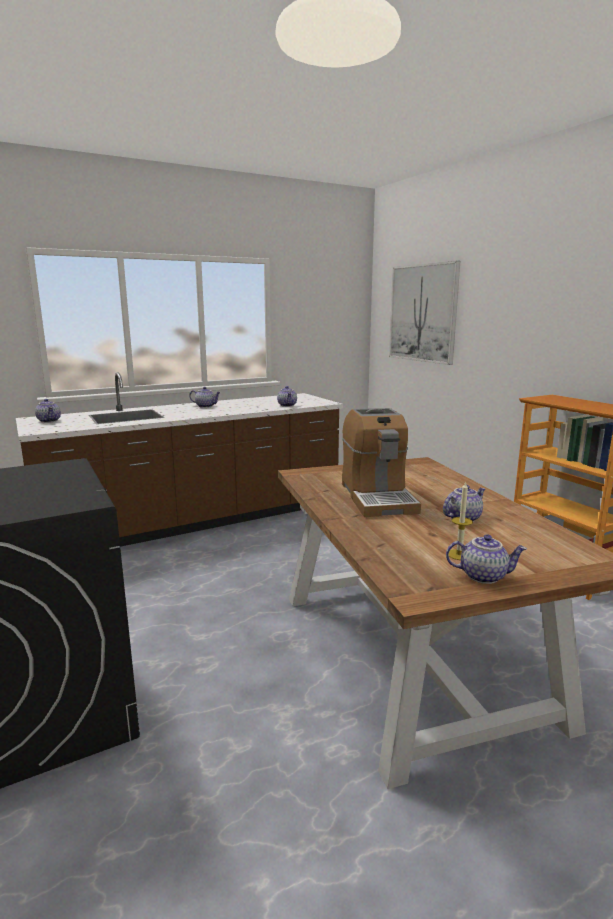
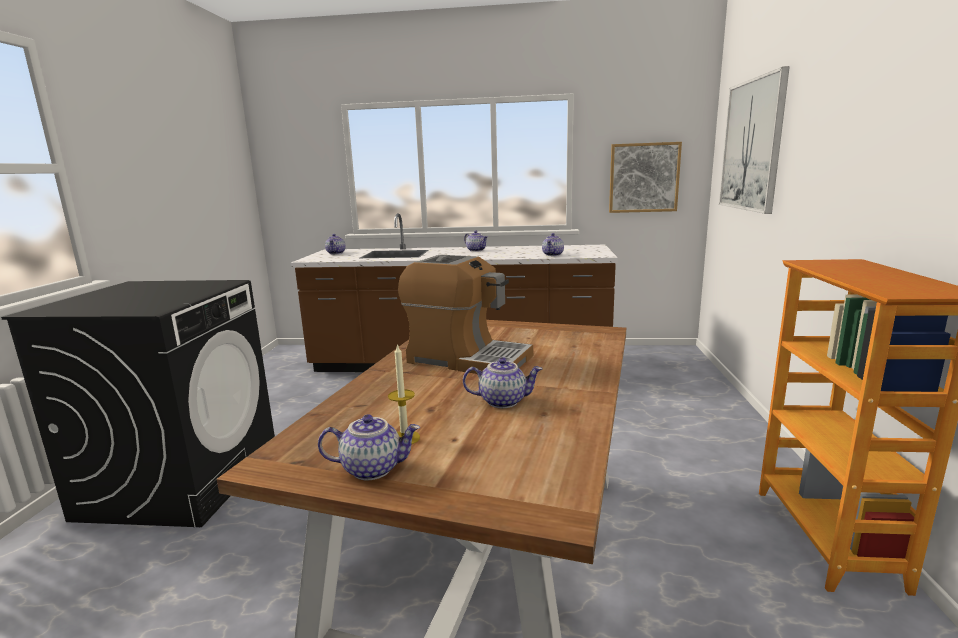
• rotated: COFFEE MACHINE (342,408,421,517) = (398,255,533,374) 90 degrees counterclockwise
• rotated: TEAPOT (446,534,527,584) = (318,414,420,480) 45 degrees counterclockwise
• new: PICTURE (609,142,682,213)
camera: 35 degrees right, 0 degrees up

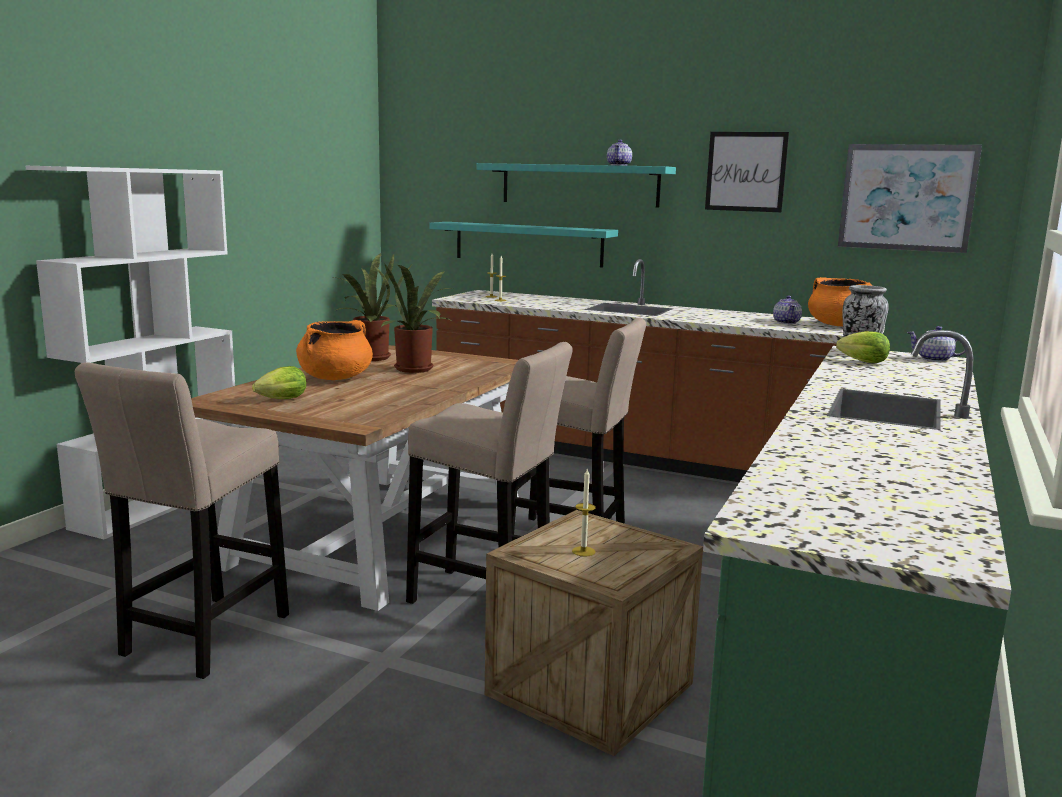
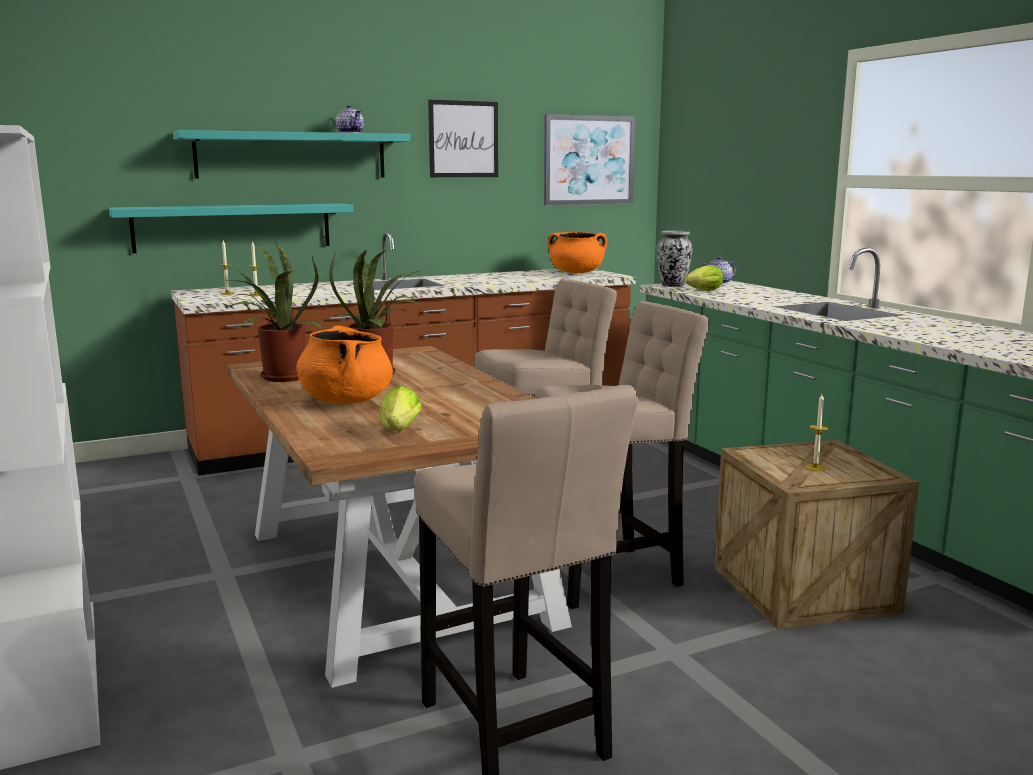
• gone: TEAPOT (773,296,802,324)
camera: 50 degrees left, 0 degrees up

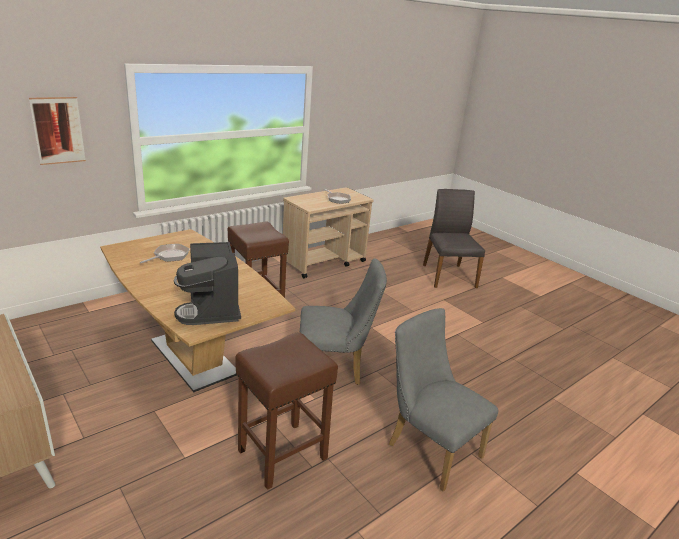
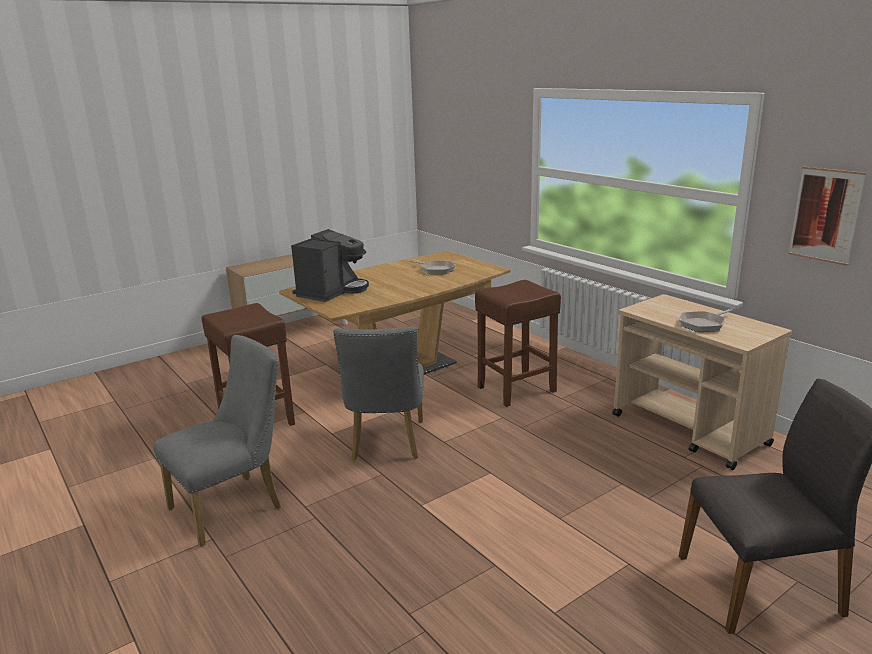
• shifted: PICTURE (29,97,86,165) to (788,166,866,266)
• rotated: COFFEE MACHINE (174,242,241,325) = (291,229,369,302) 135 degrees clockwise
camera: 95 degrees right, 5 degrees down

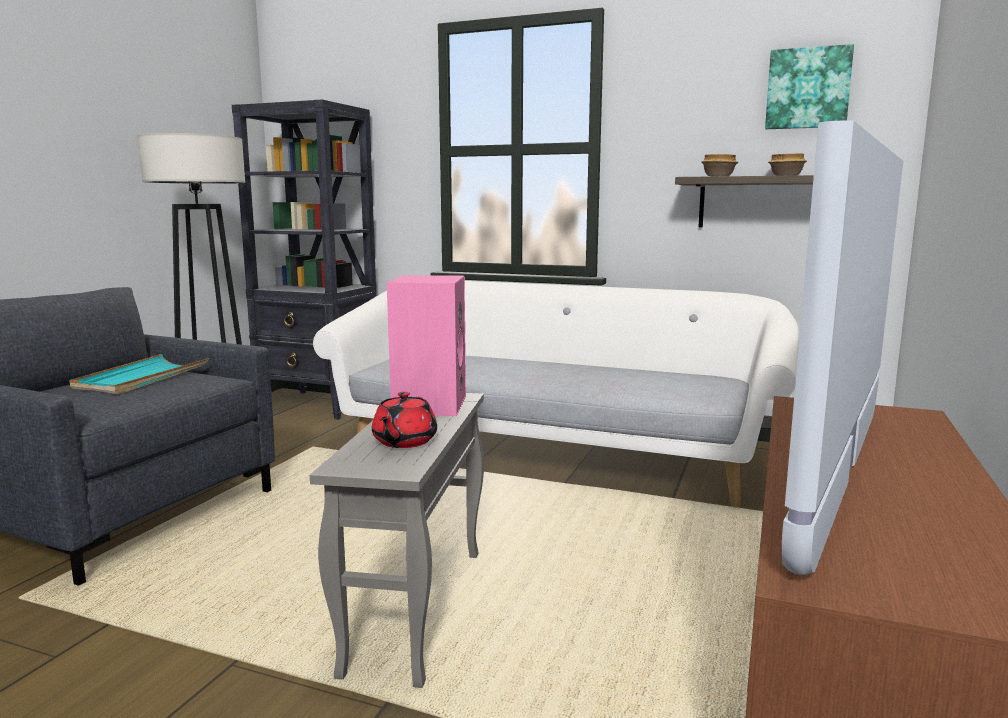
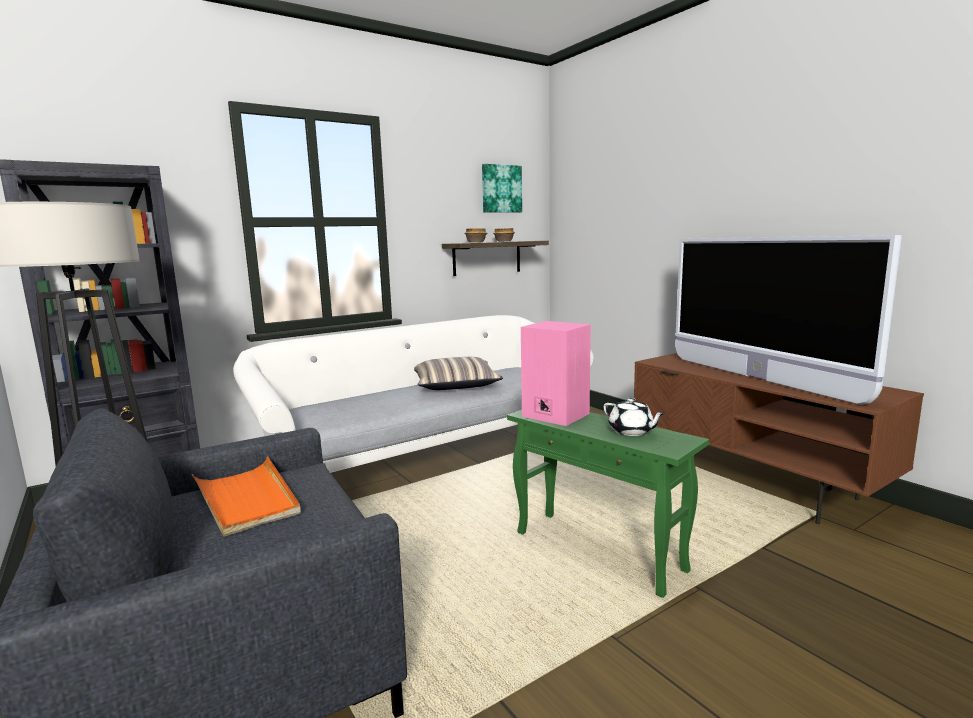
• repainted: TURQUOISE TRAY (69,354,209,394) to ORANGE TRAY (192,457,301,537)
• repainted: RED TEAPOT (372,392,437,448) to WHITE TEAPOT (604,398,666,436)
• repainted: GREY SIDE TABLE (310,393,484,688) to GREEN SIDE TABLE (507,410,709,598)
• new: PILLOW (414,357,503,390)
camera: 55 degrees left, 0 degrees up

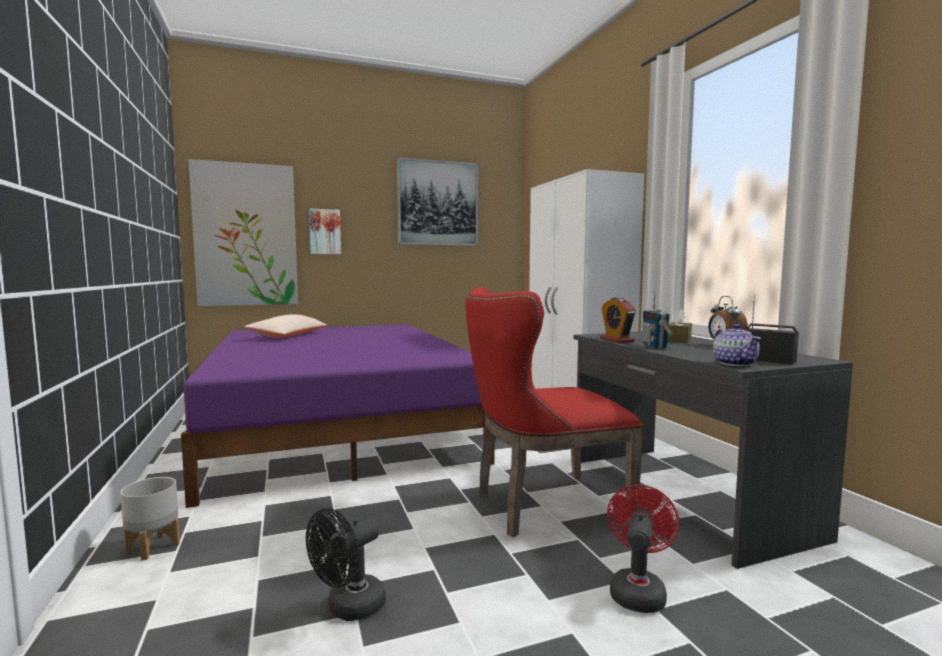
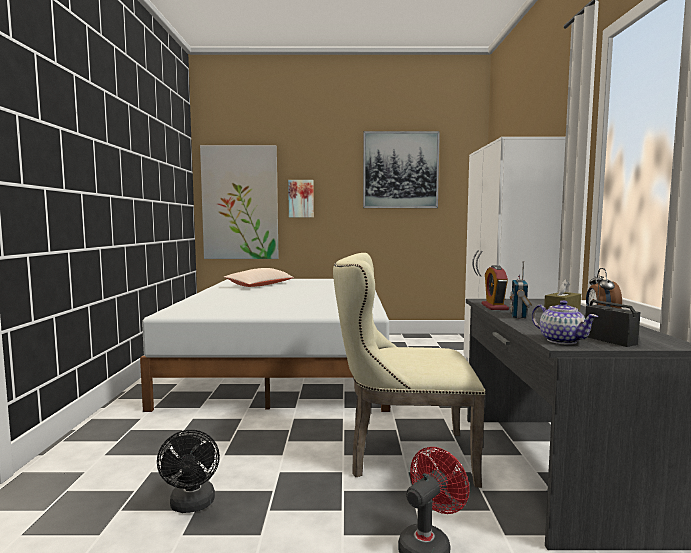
• repainted: RED CHAIR (465,287,643,537) to BEIGE CHAIR (333,253,486,488)
• repainted: PURPLE BED (181,324,495,508) to WHITE BED (140,279,390,412)
• rotated: TEAPOT (713,324,761,366) = (532,300,598,344) 45 degrees counterclockwise
• gone: GREY PLANTER (120,477,180,560)
• rotated: BLACK FAN (306,508,386,621) = (157,430,220,513) 75 degrees counterclockwise
camera: 20 degrees right, 0 degrees up

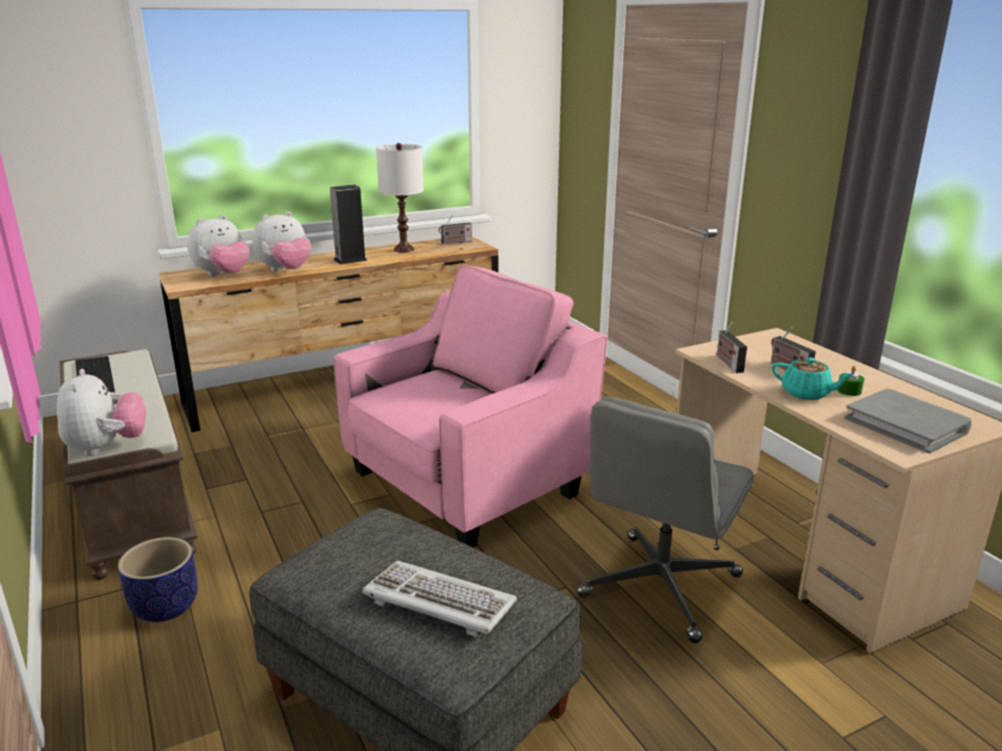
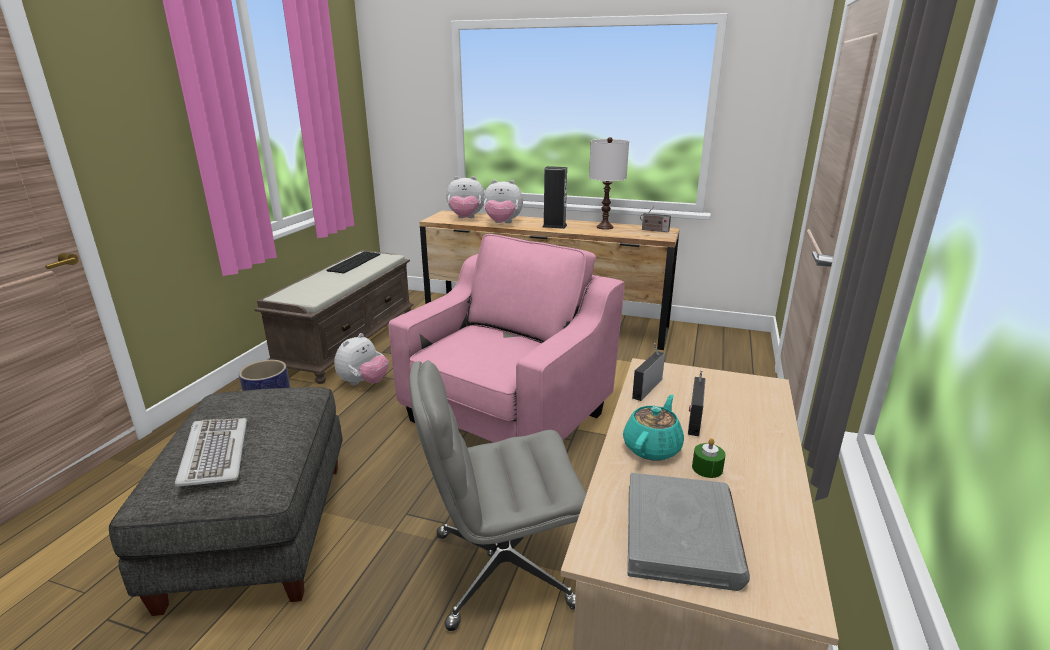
• rotated: PINK ARMCHAIR (333,265,607,548) = (388,234,625,442) 60 degrees counterclockwise
• rotated: TURQUOISE TEAPOT (772,357,854,400) = (623,395,684,461) 135 degrees counterclockwise
• shifted: PLUSH TOY (57,369,146,456) to (334,333,389,386)
camera: 45 degrees right, 0 degrees up

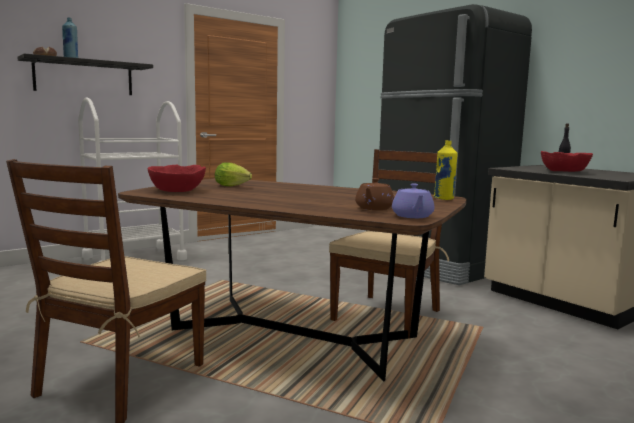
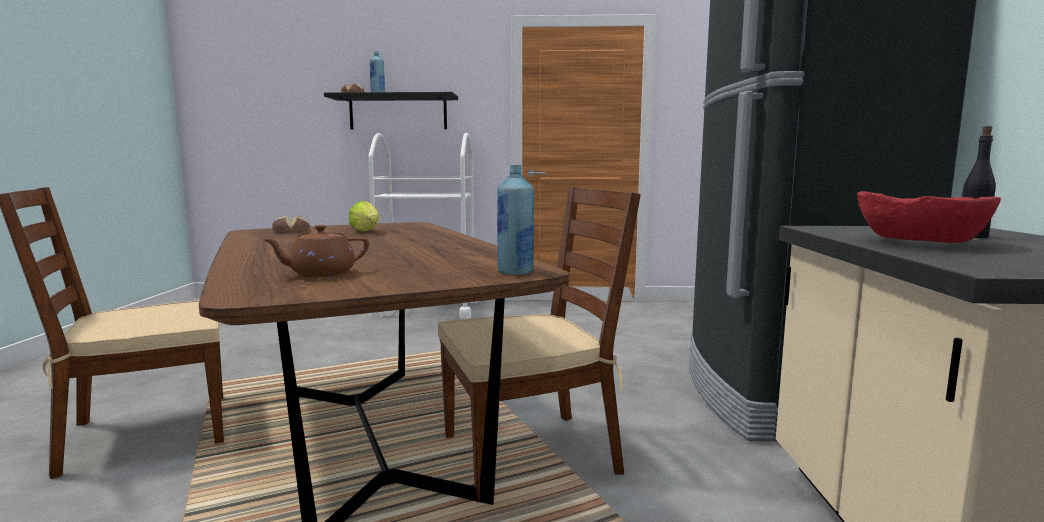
• repainted: YELLOW BOTTLE (434,140,457,200) to BLUE BOTTLE (497,165,534,275)
• swapped: RED BOWL (148,165,206,192) to BREAD (272,216,310,233)
• gone: PURPLE TEAPOT (392,183,434,218)
camera: 40 degrees right, 0 degrees up

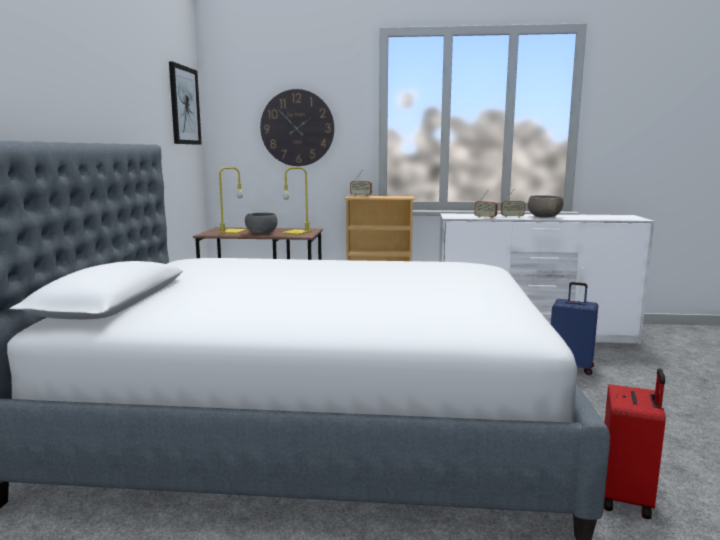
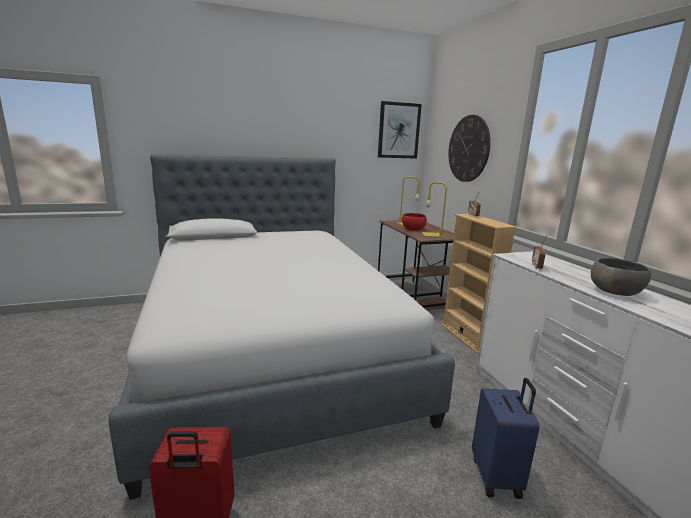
• gone: RADIO (501,190,525,217)
• repainted: GREY BOWL (245,213,278,235) to RED BOWL (402,213,427,231)
camera: 65 degrees right, 5 degrees up

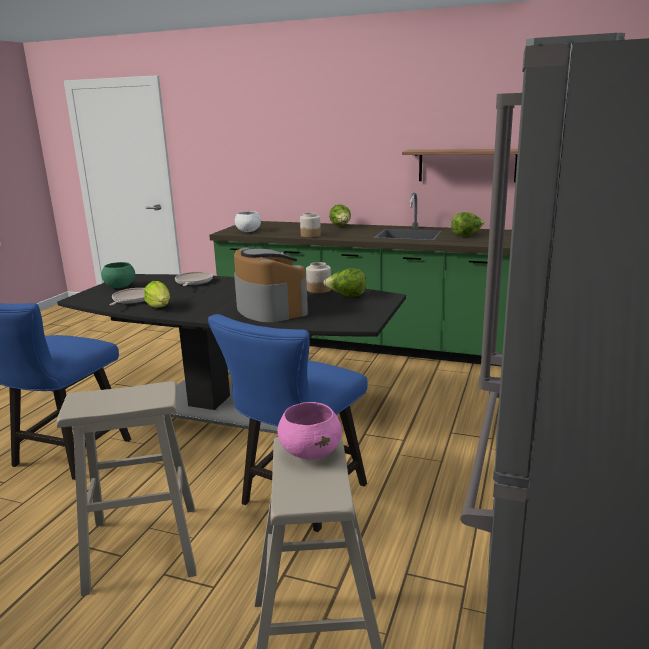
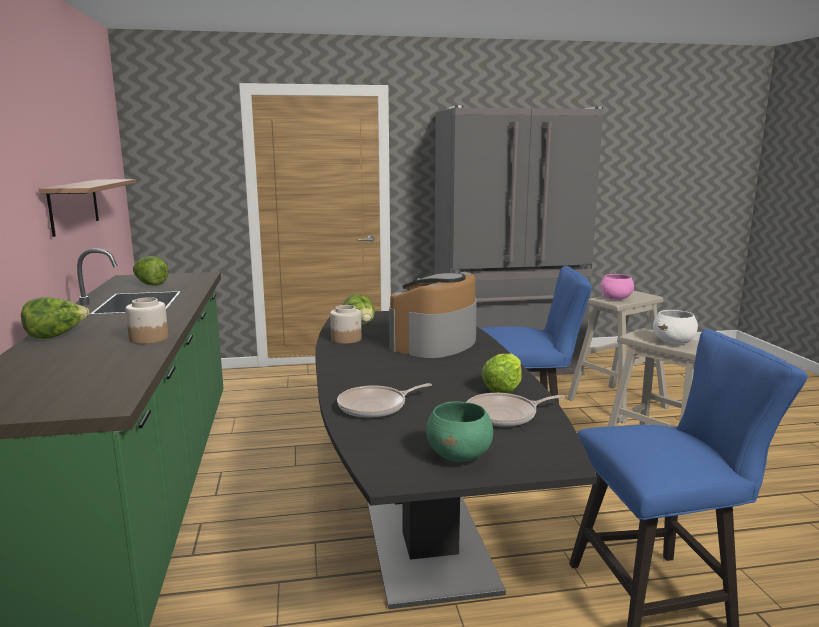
• shifted: WHITE BOWL (235,211,261,232) to (653,310,698,344)
camera: 120 degrees left, 5 degrees down

